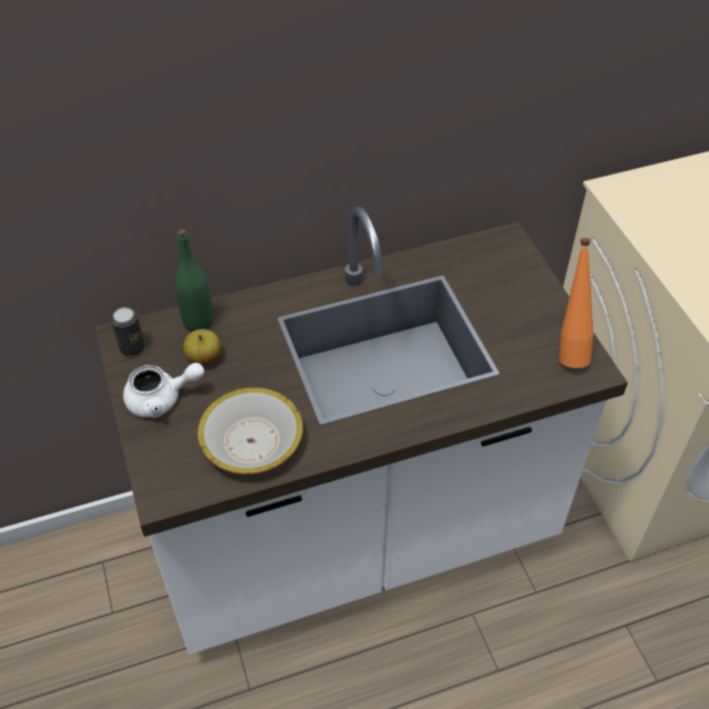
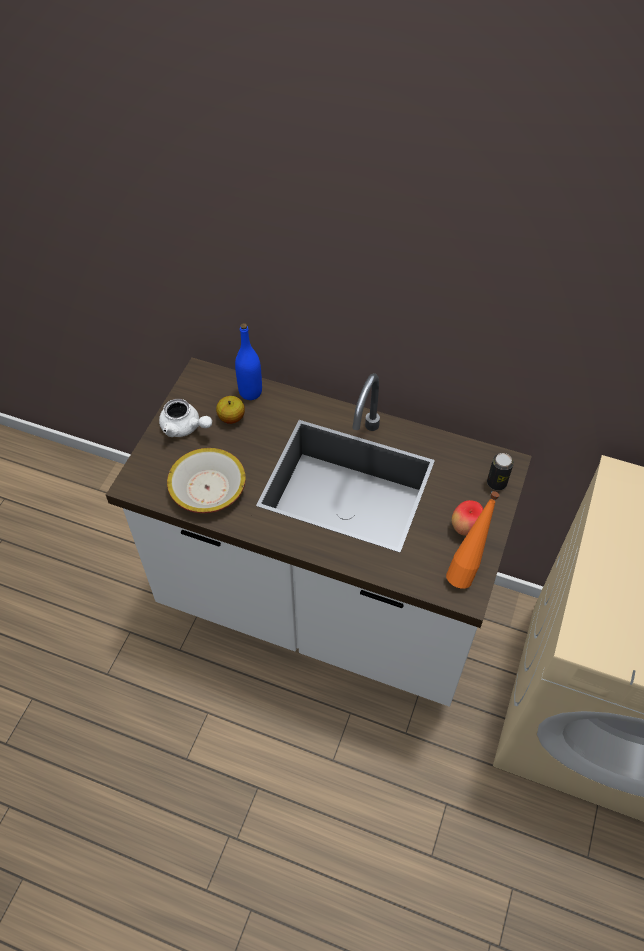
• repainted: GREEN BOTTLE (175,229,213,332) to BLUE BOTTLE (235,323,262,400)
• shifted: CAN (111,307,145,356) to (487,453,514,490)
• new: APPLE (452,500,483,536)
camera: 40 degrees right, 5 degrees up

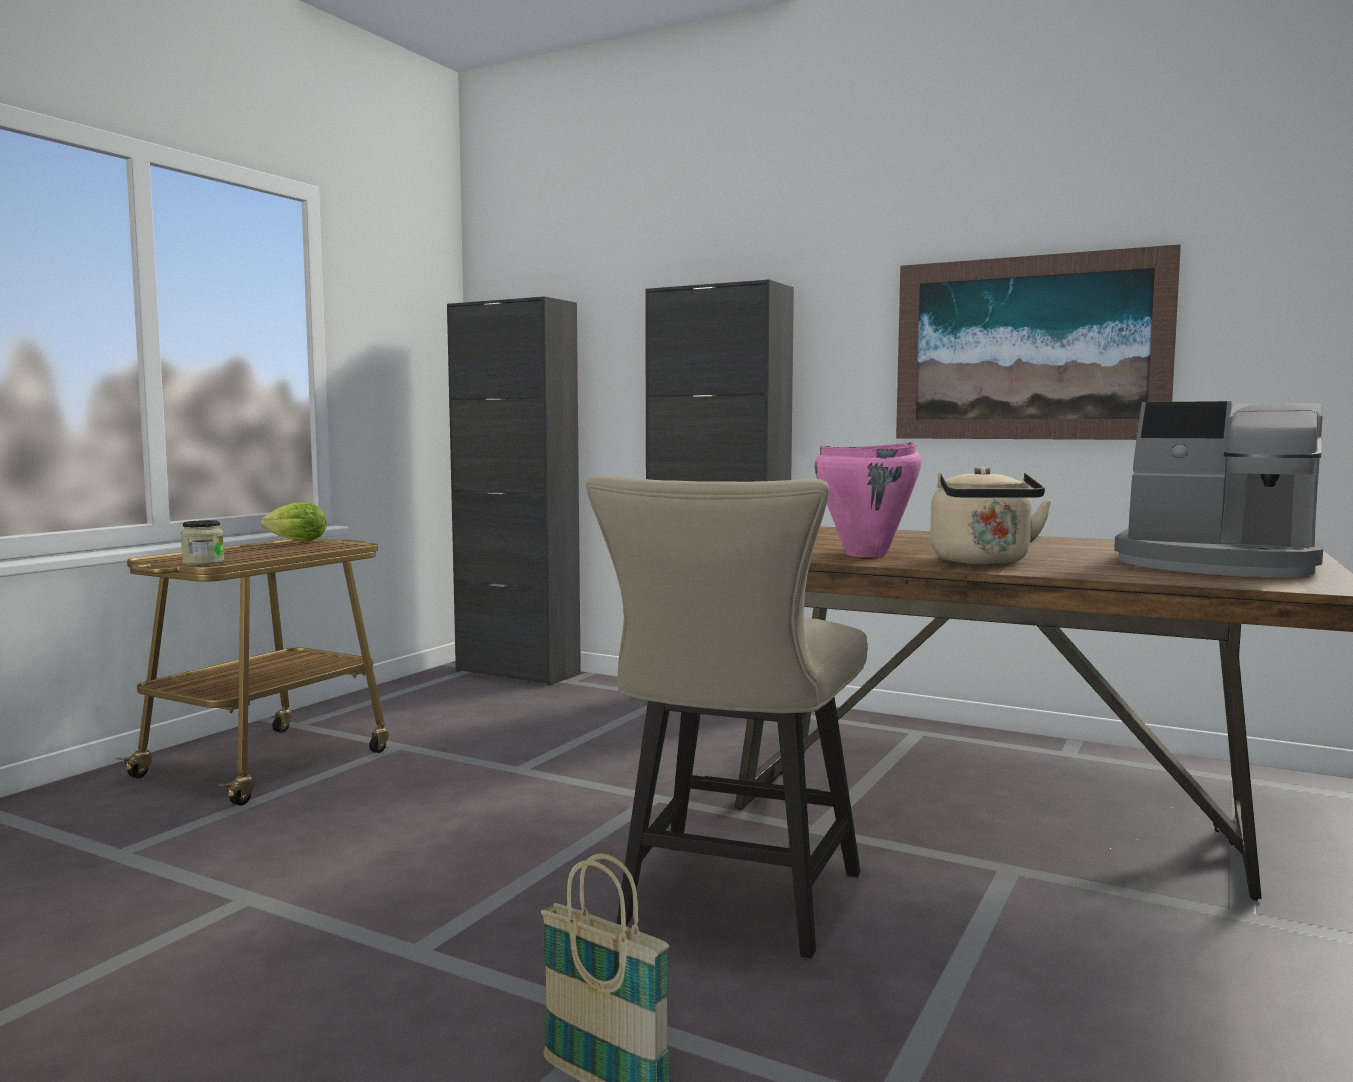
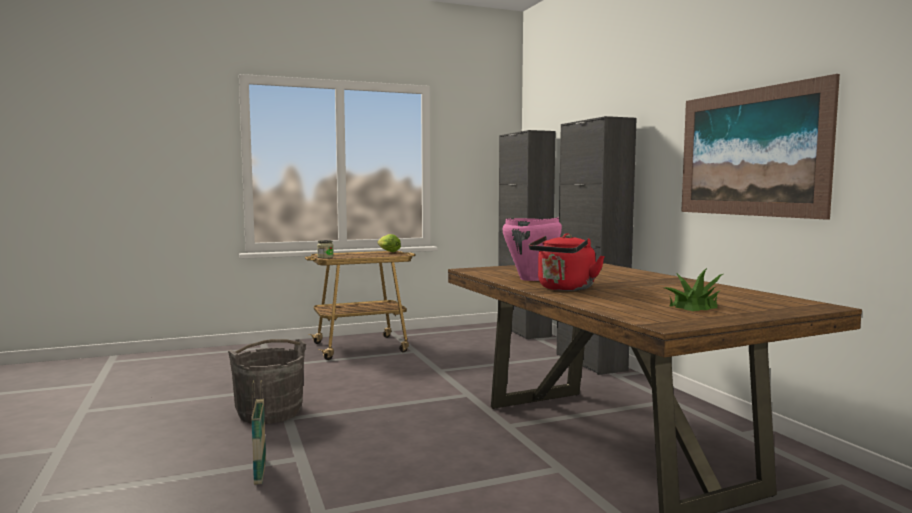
• swapped: COFFEE MACHINE (1114,401,1323,577) to POTTED PLANT (665,268,723,311)
• repainted: BEIGE KETTLE (930,467,1052,565) to RED KETTLE (529,233,605,291)
• gone: BEIGE CHAIR (586,475,868,958)
• new: GREY BUCKET (228,339,306,424)
camera: 40 degrees right, 0 degrees up

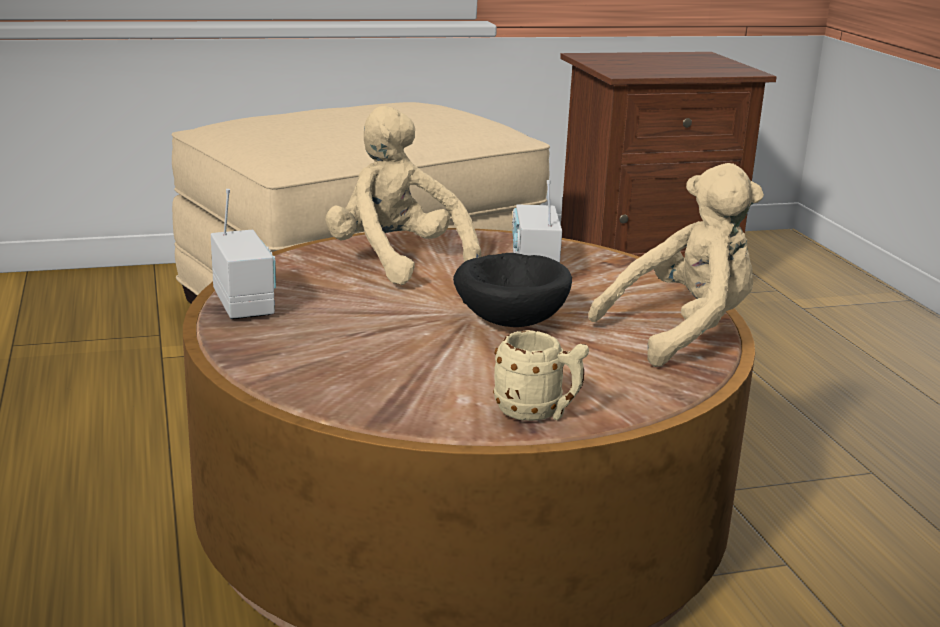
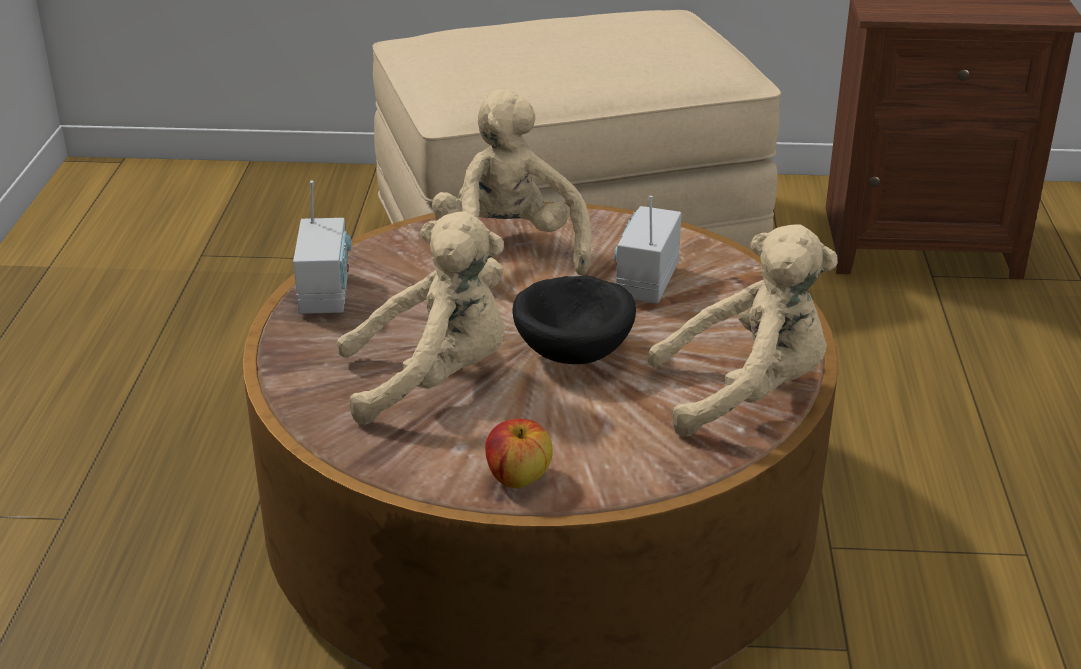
• swapped: BEIGE MUG (493,330,589,421) to APPLE (485,419,553,489)
• new: BEIGE PLUSH TOY (337,211,505,425)
camera: 20 degrees right, 10 degrees up

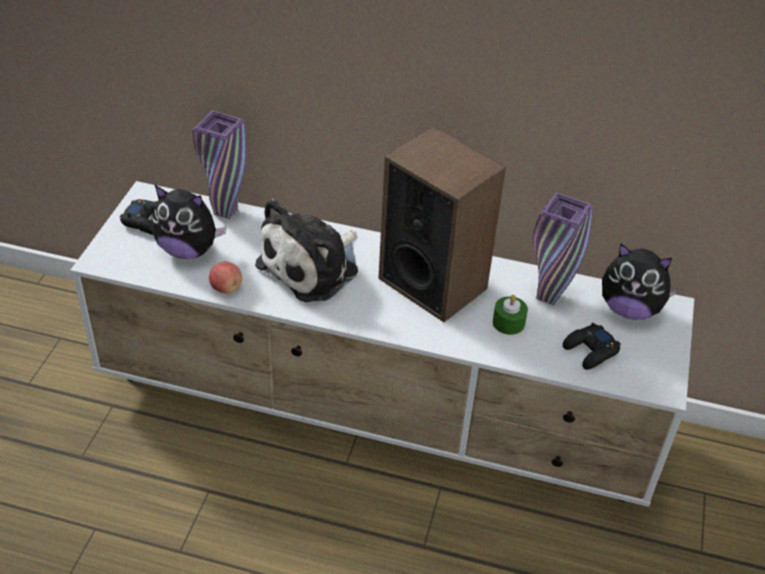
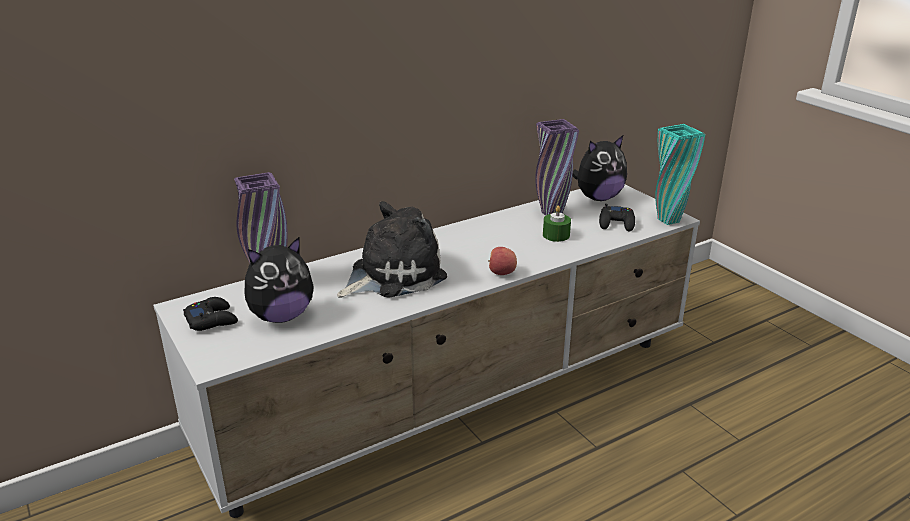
• gone: SPEAKER (378,127,506,322)
• rotated: PLUSH TOY (255,199,358,302) = (337,201,447,298) 120 degrees counterclockwise
• shifted: APPLE (209,261,242,293) to (488,247,517,275)
• new: TURQUOISE VASE (655,124,705,225)
camera: 45 degrees left, 15 degrees down

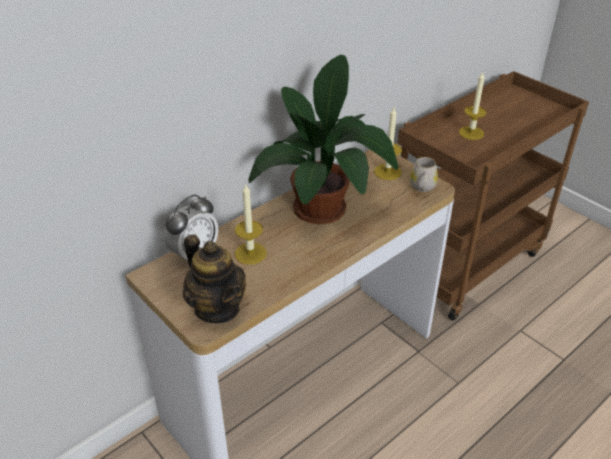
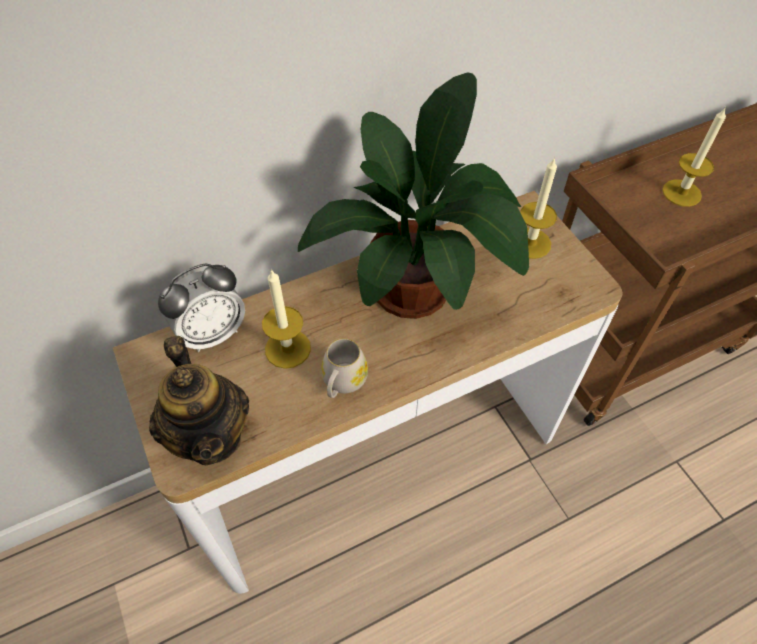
• shifted: WHITE MUG (410,157,438,192) to (321,338,368,398)
camera: 15 degrees right, 15 degrees up

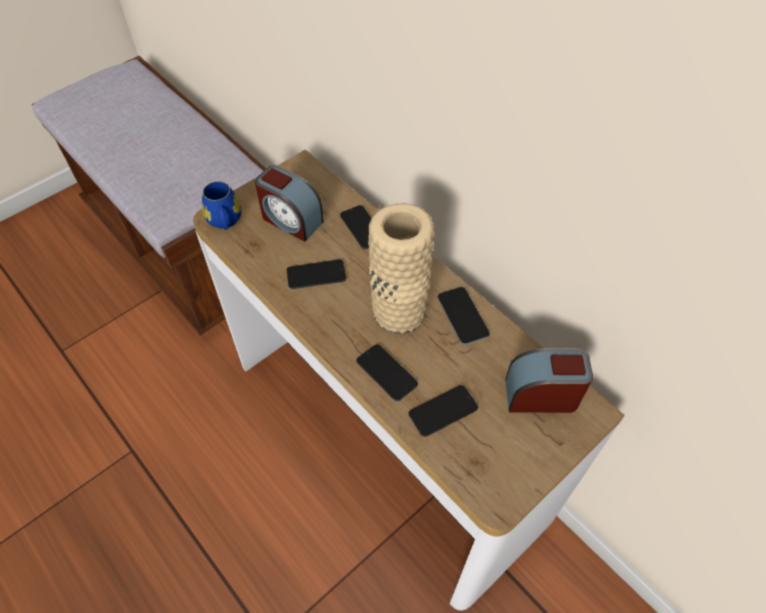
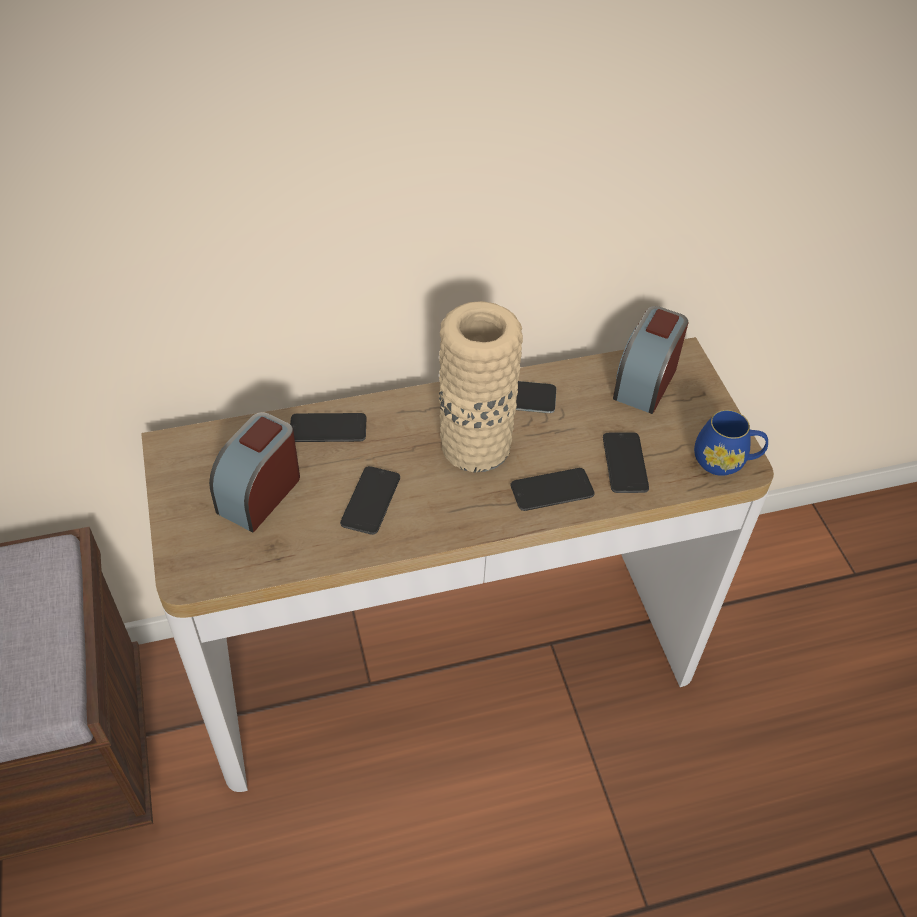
• rotated: ALARM CLOCK (255,165,324,242) = (209,412,300,532) 150 degrees clockwise
• shifted: BLUE MUG (202,181,241,230) to (694,410,768,476)
camera: 65 degrees left, 5 degrees down

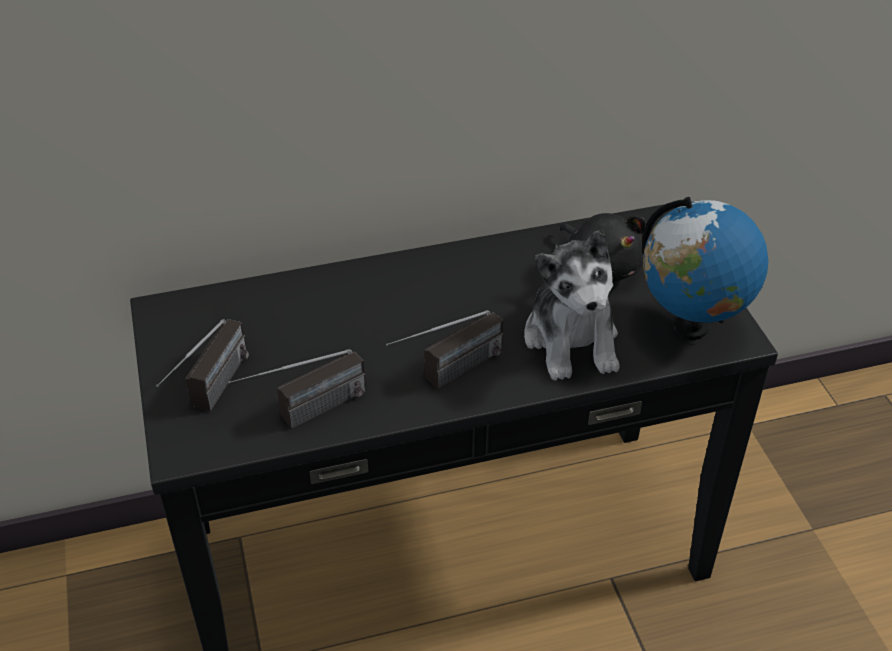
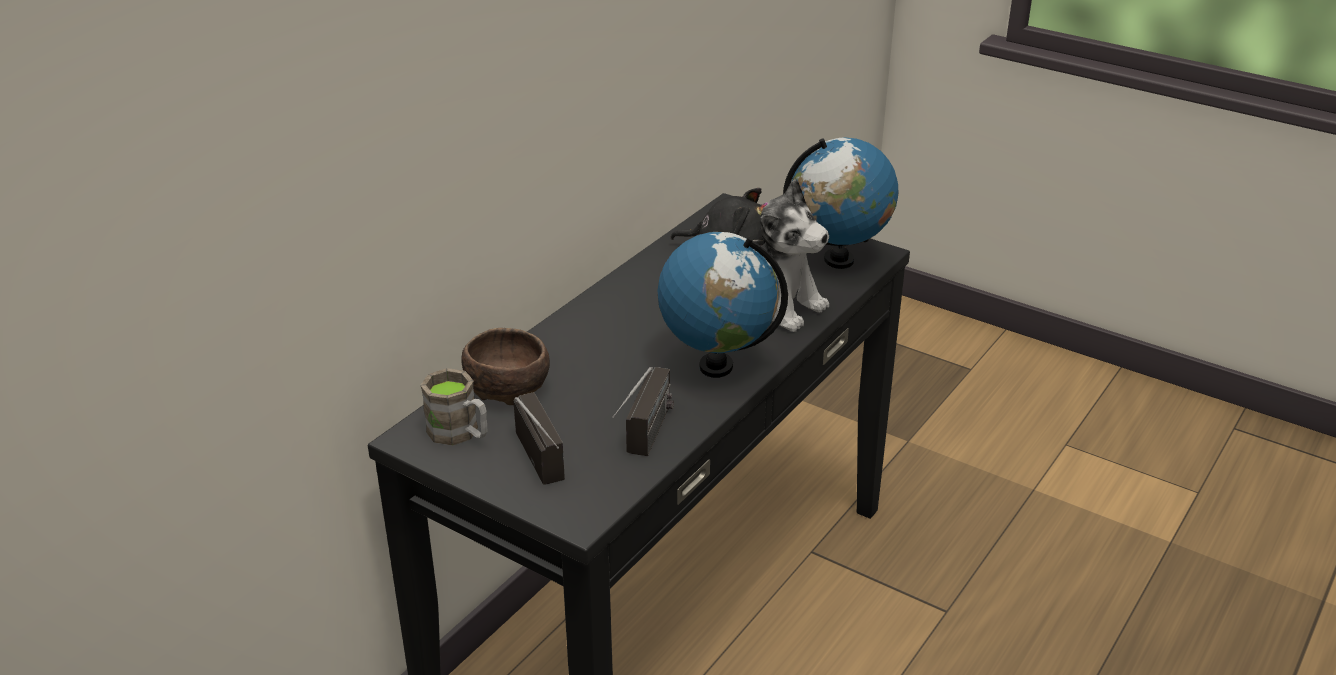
• swapped: RADIO (386,310,503,389) to GLOBE (657,232,788,378)
• new: BROWN BOWL (461,328,550,405)
• new: BROWN MUG (420,368,487,446)
camera: 40 degrees left, 10 degrees down

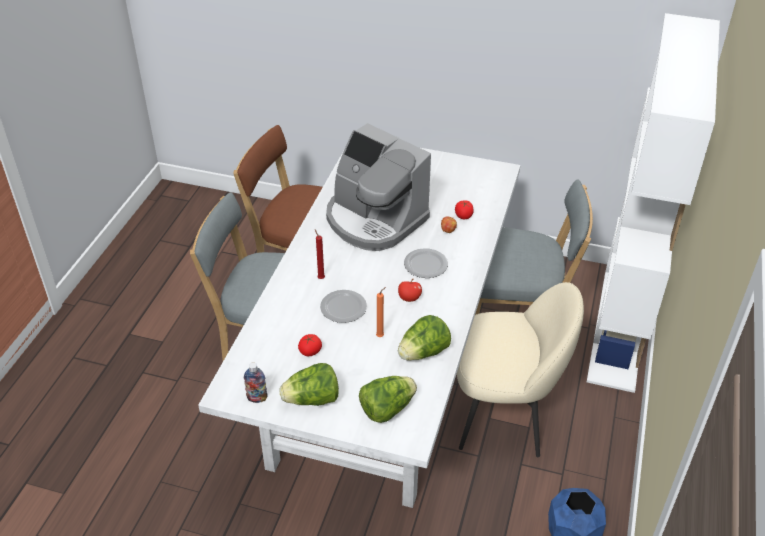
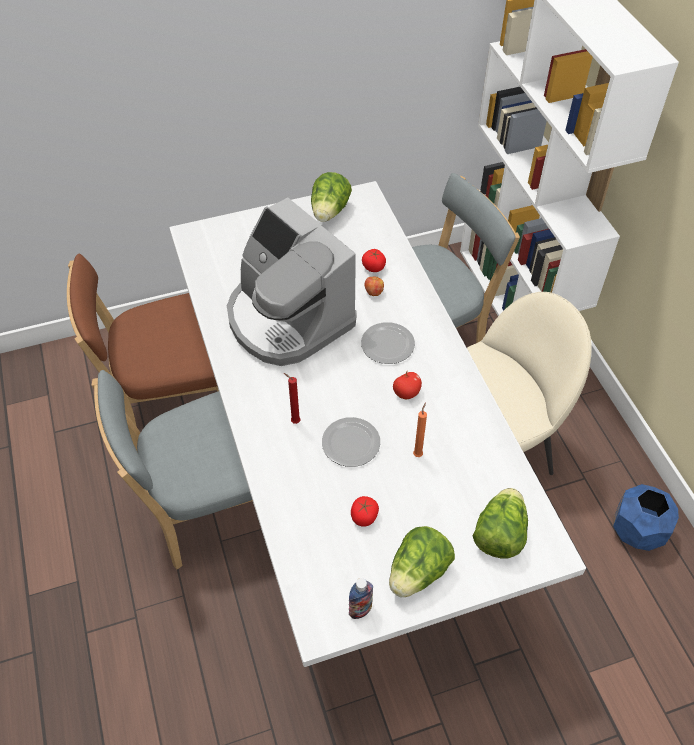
• rotated: COFFEE MACHINE (326,123,431,251) = (227,197,357,366) 45 degrees clockwise
• shifted: LETTUCE (398,315,451,361) to (311,172,352,222)
camera: 35 degrees left, 10 degrees up

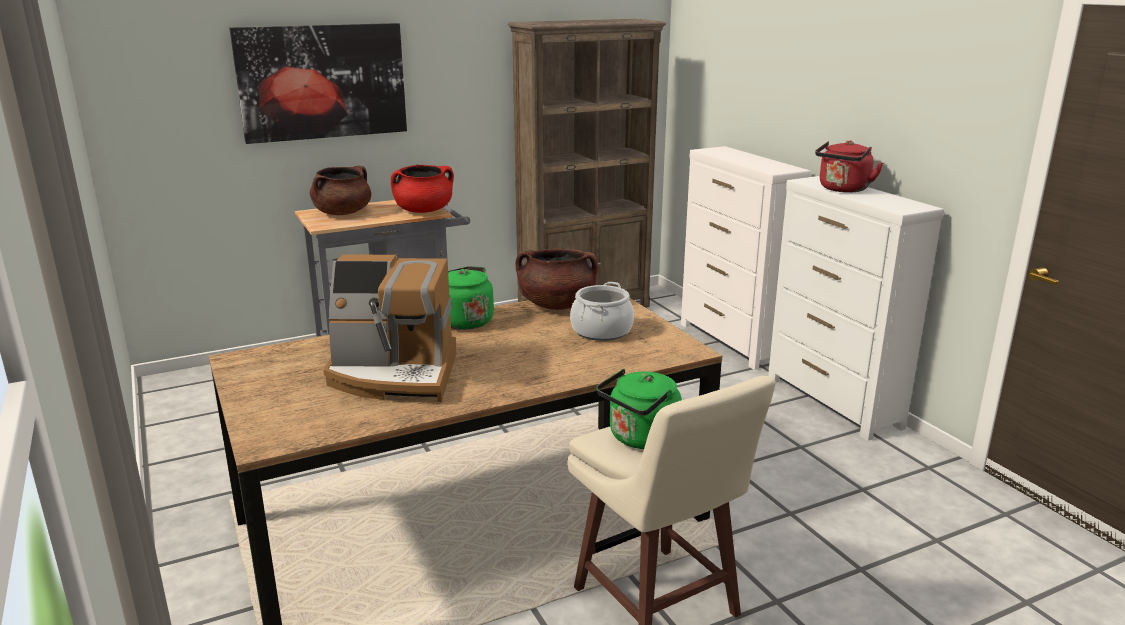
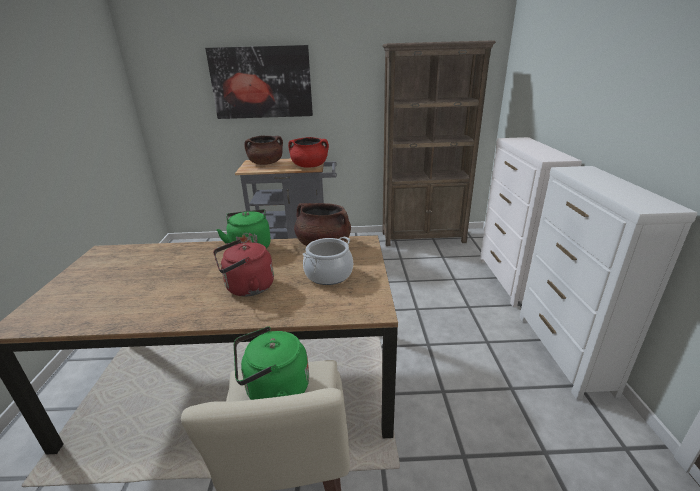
• shifted: RED KETTLE (815,141,883,193) to (213,239,274,297)
• gone: COFFEE MACHINE (323,255,456,402)
camera: 25 degrees right, 5 degrees up

